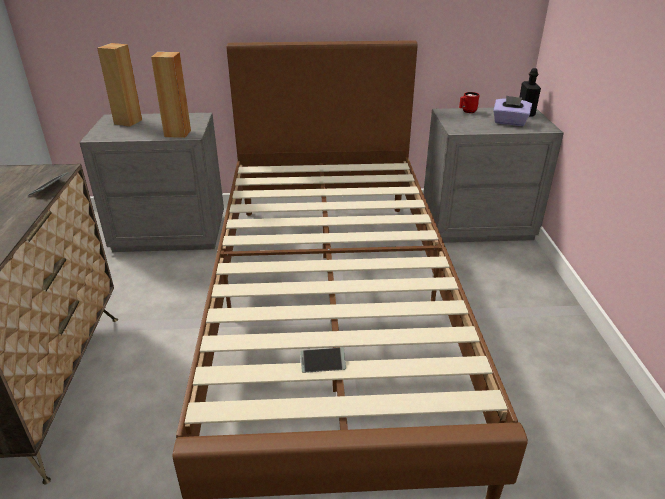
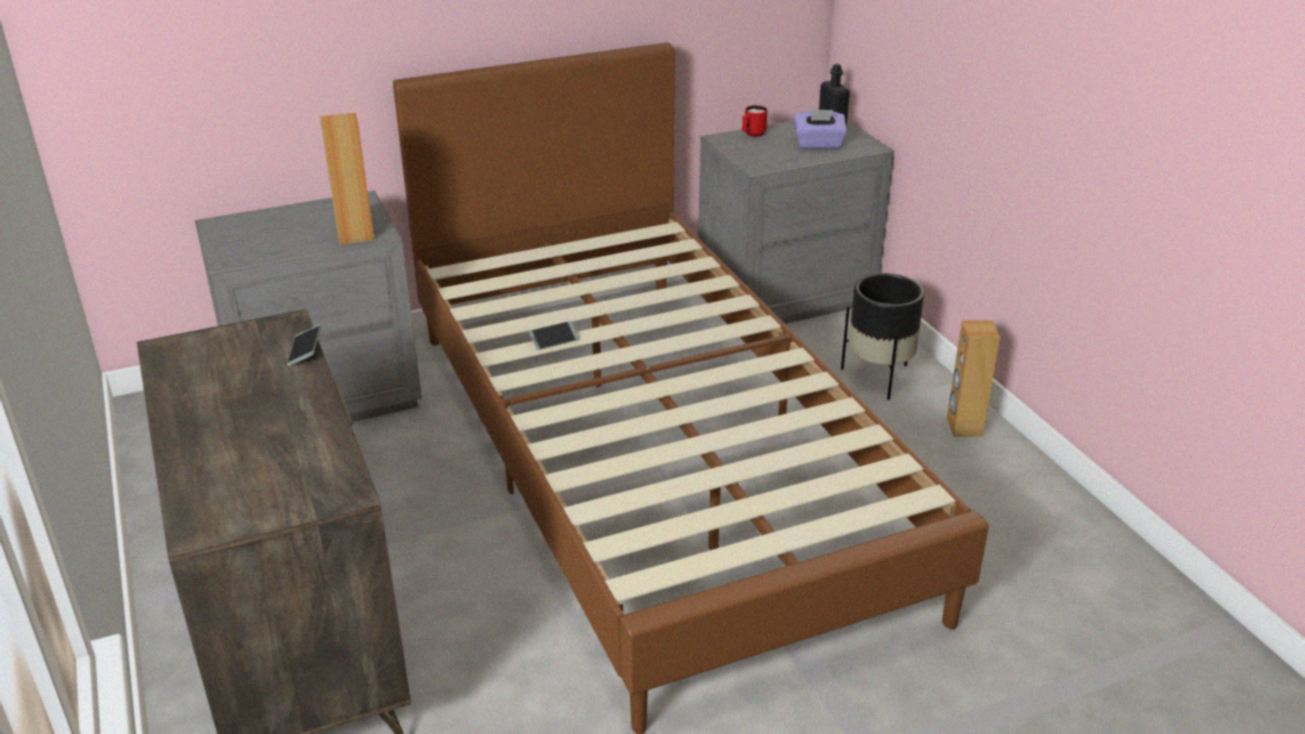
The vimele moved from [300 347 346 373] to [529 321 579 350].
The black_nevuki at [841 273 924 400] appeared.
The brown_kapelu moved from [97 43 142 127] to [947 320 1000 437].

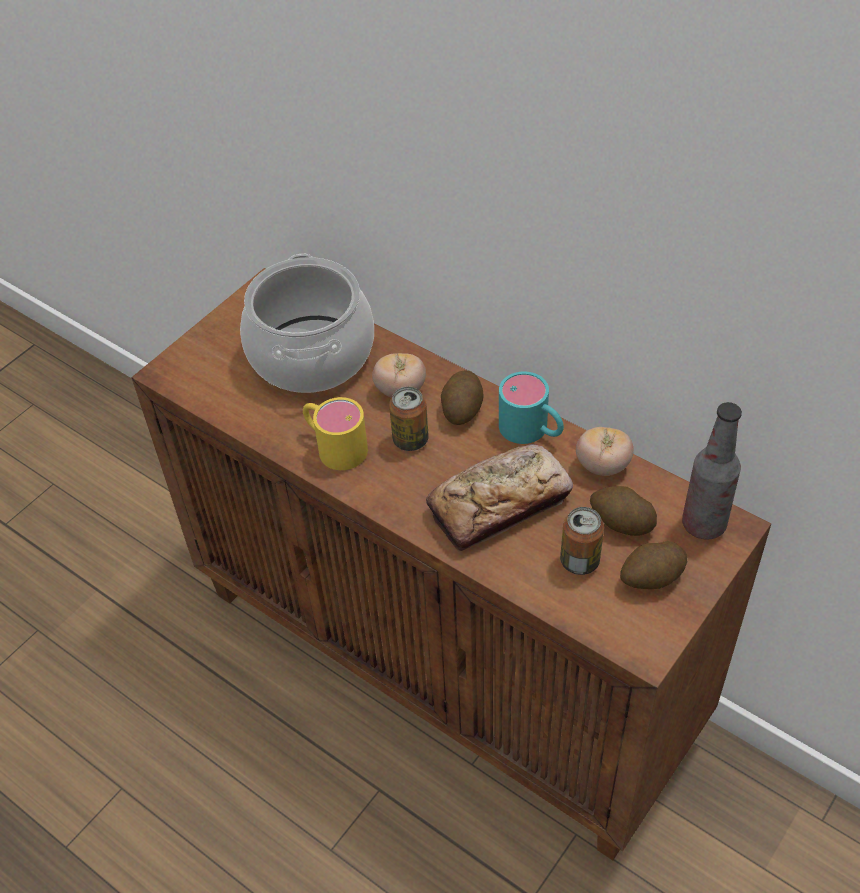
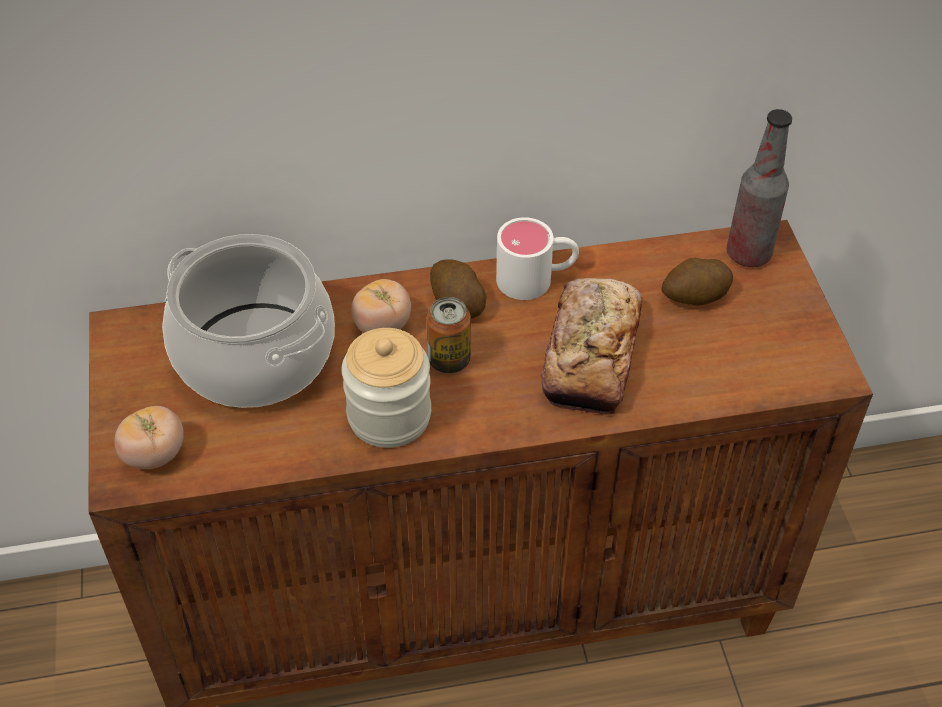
The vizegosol moved from [576 427 634 476] to [115 406 184 469].
The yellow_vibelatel at [303 397 368 470] was replaced by the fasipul at [342 328 431 448].
The turquoise_vibelatel at [499 371 564 444] became the white_vibelatel at [496 217 579 300].
The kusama at [560 507 604 575] disappeared.
The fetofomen at [620 541 687 589] disappeared.

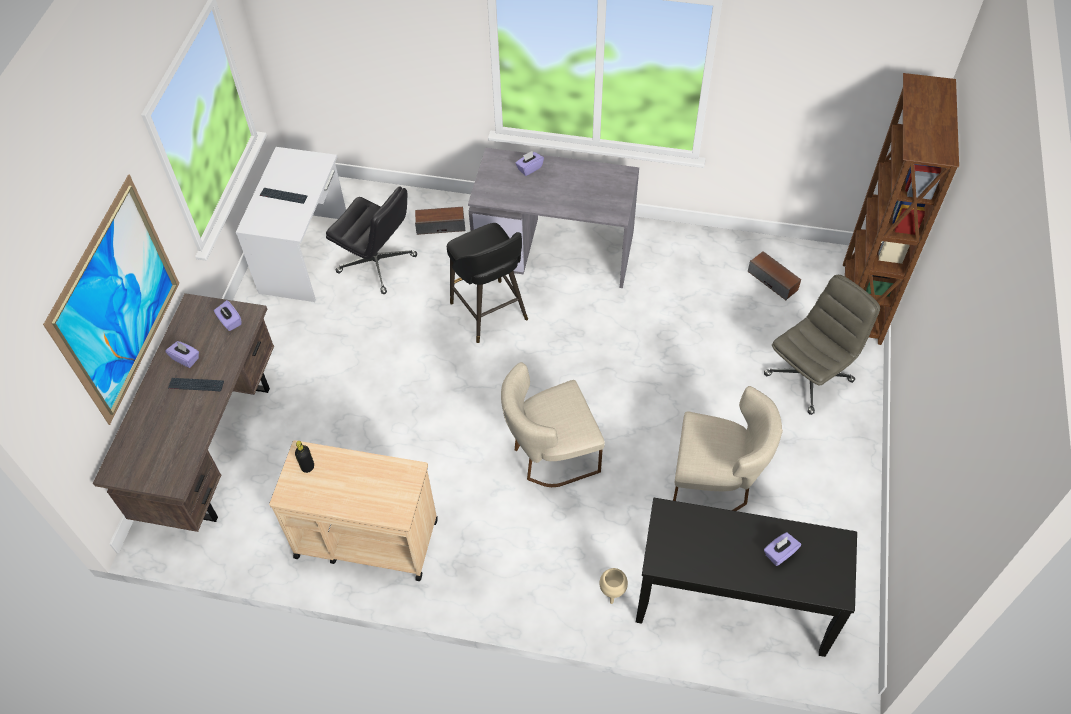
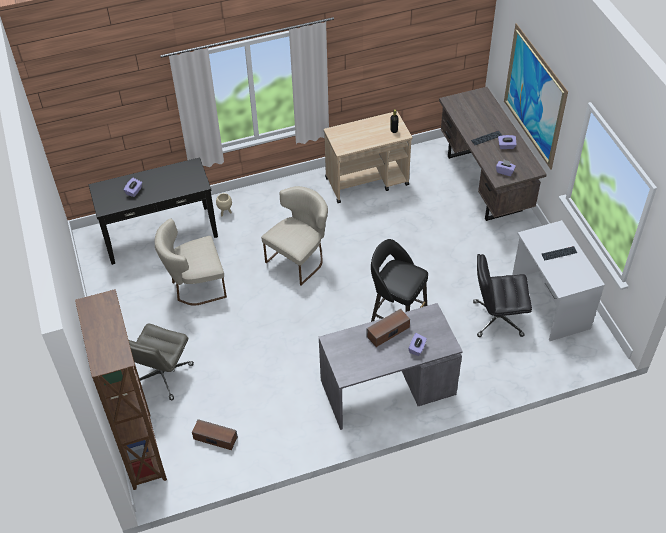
The kapelu moved from [415 207 465 235] to [366 309 410 347].

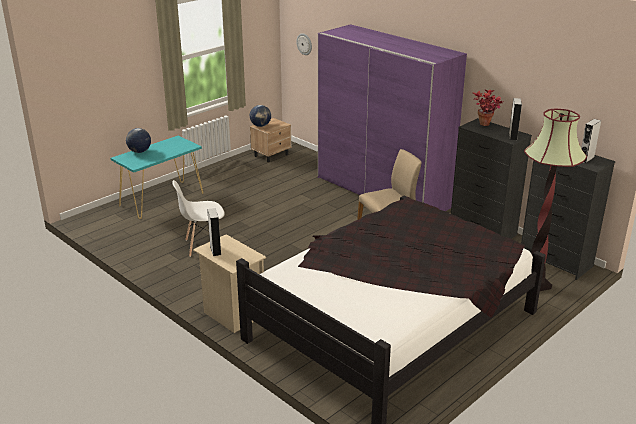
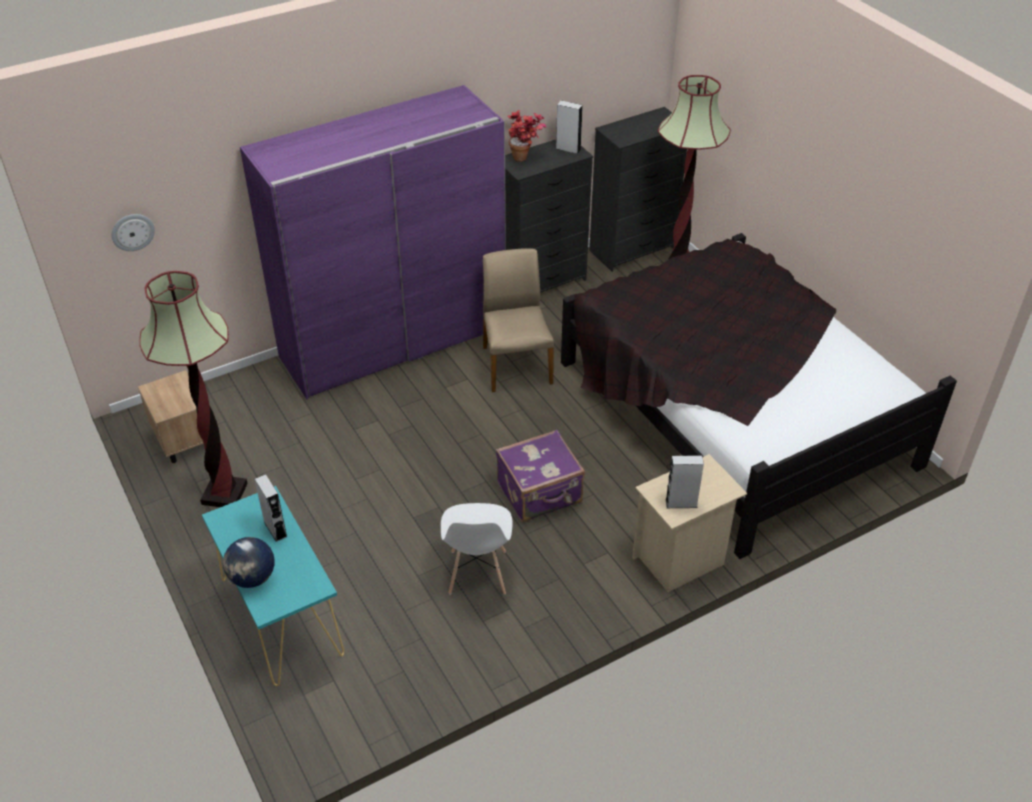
The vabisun at [139 271 248 507] appeared.
The grey_kapelu moved from [581 119 601 163] to [254 474 287 542].
The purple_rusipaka at [496 429 585 522] appeared.
The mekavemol at [250 105 271 127] disappeared.

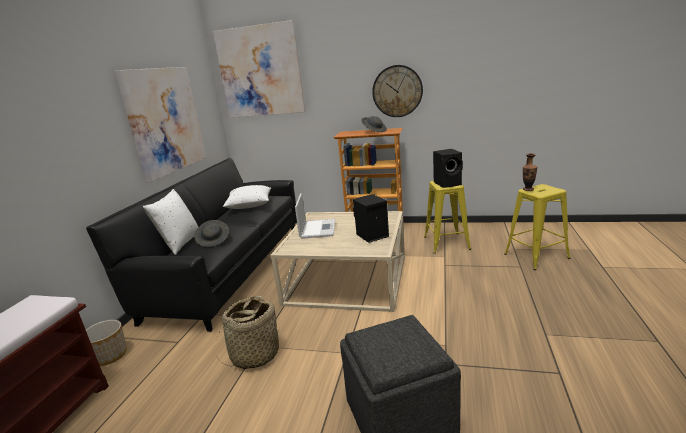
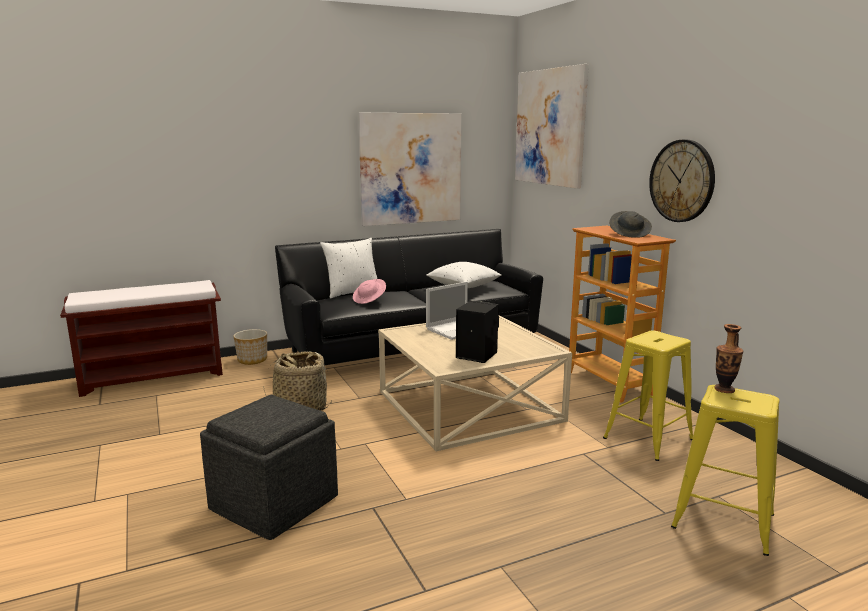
The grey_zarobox at [194 220 229 247] became the pink_zarobox at [353 279 386 304].
The black_kapelu at [433 149 463 188] disappeared.

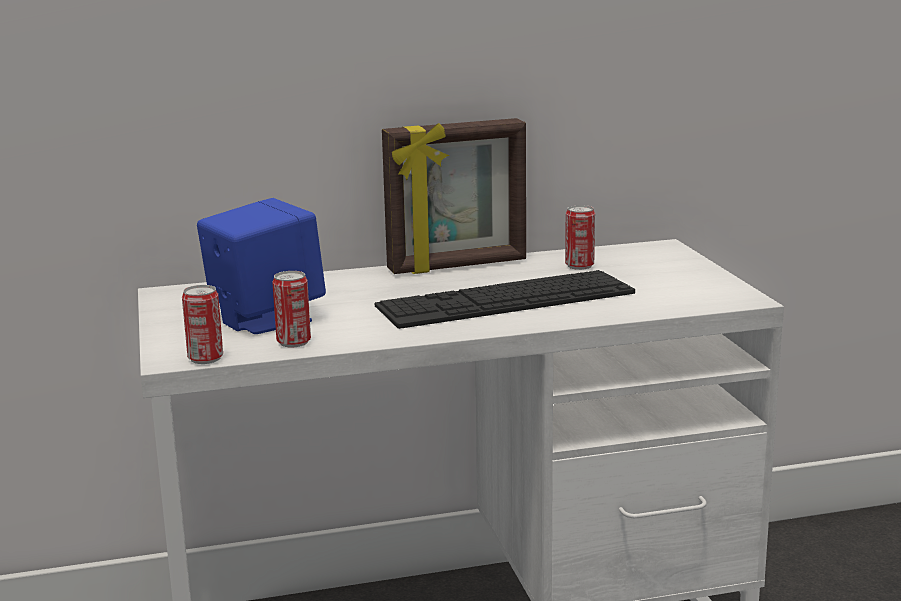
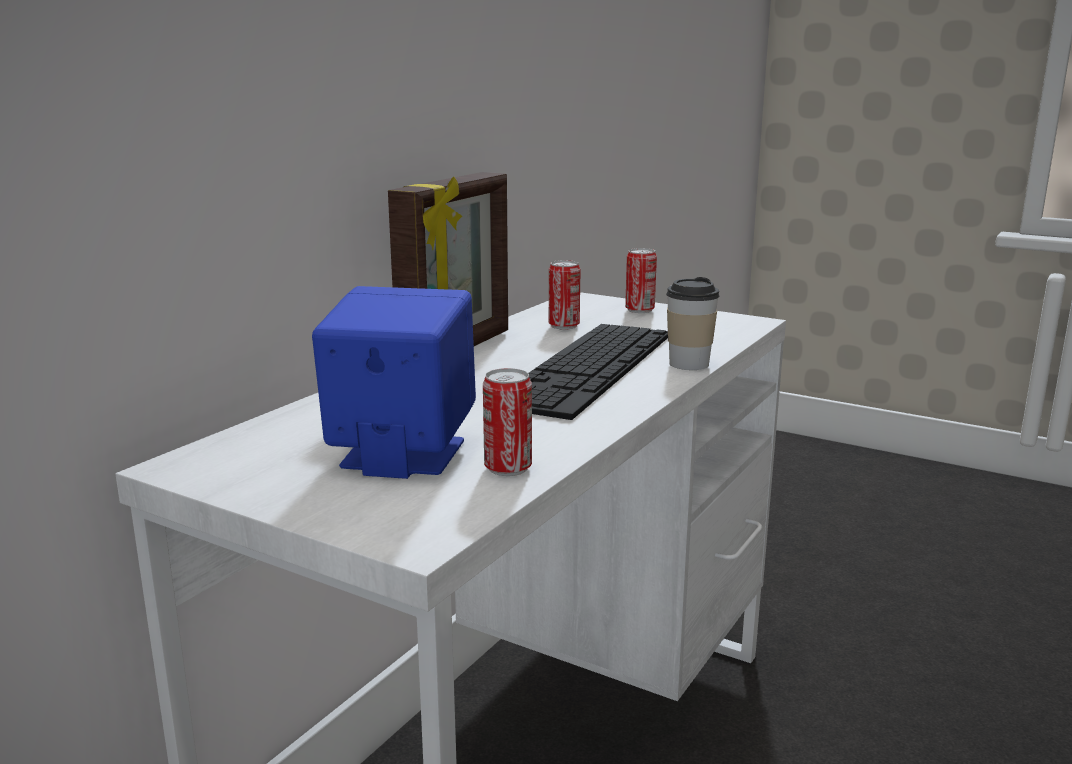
The kusama moved from [182 285 223 364] to [625 248 657 313].
The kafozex at [666 277 719 370] appeared.

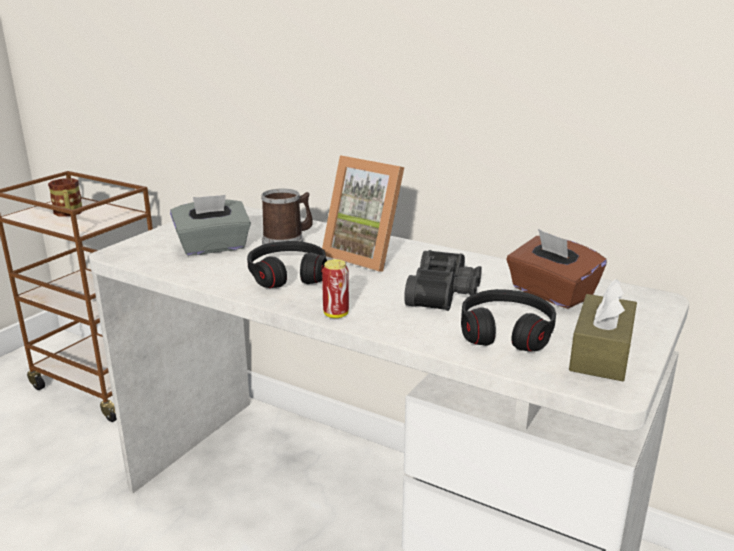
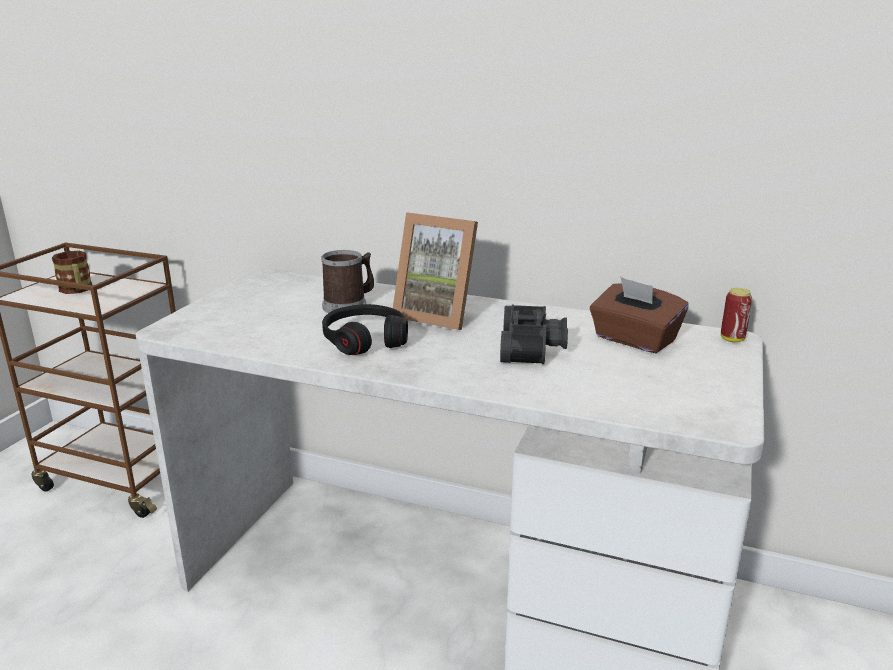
The kusama moved from [322 260 349 318] to [721 288 752 342].
The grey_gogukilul at [170 195 251 256] disappeared.
The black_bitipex at [461 289 556 352] disappeared.
The brown_gogukilul at [569 279 637 381] disappeared.

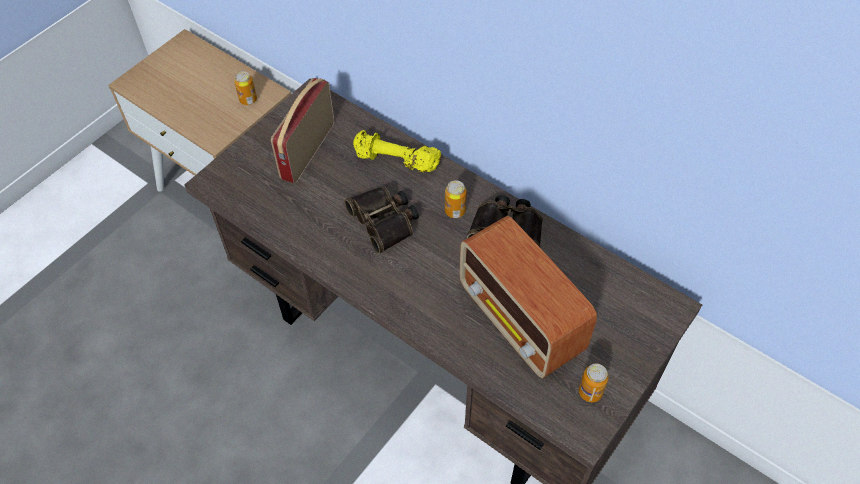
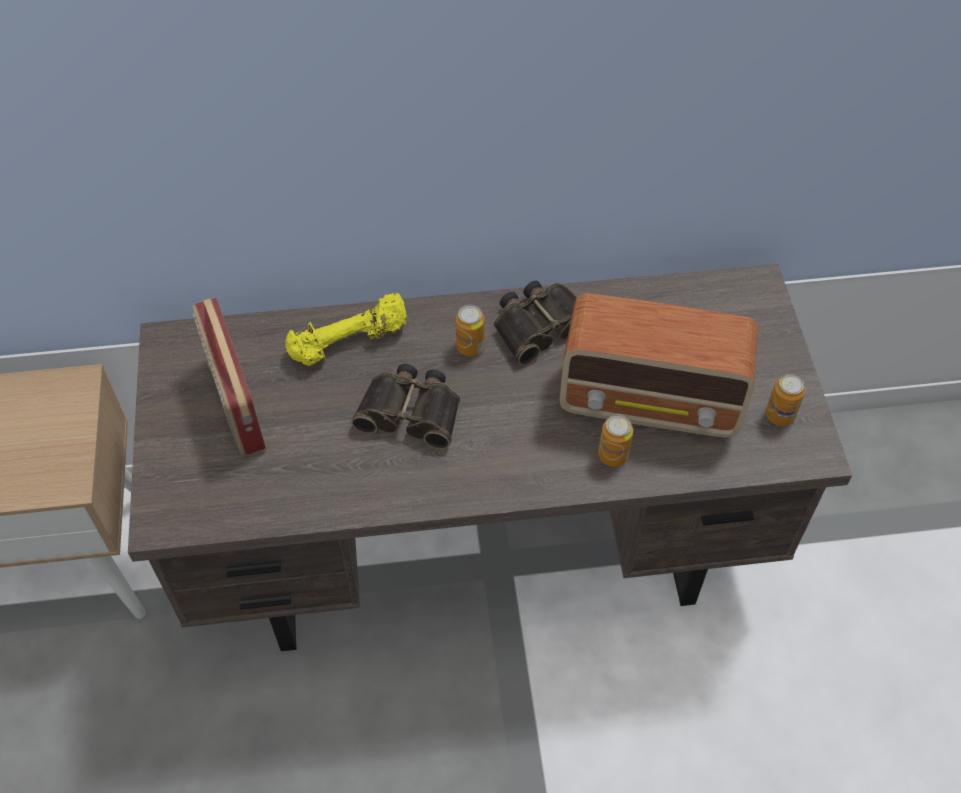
The kusama moved from [234 71 257 105] to [598 415 633 467].

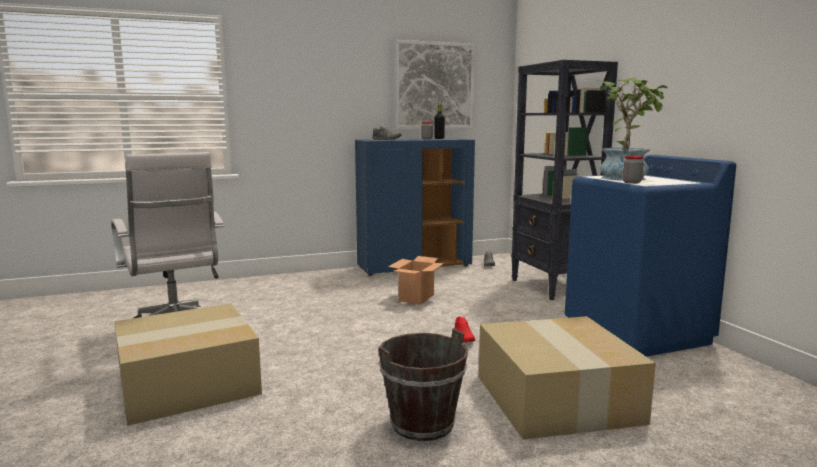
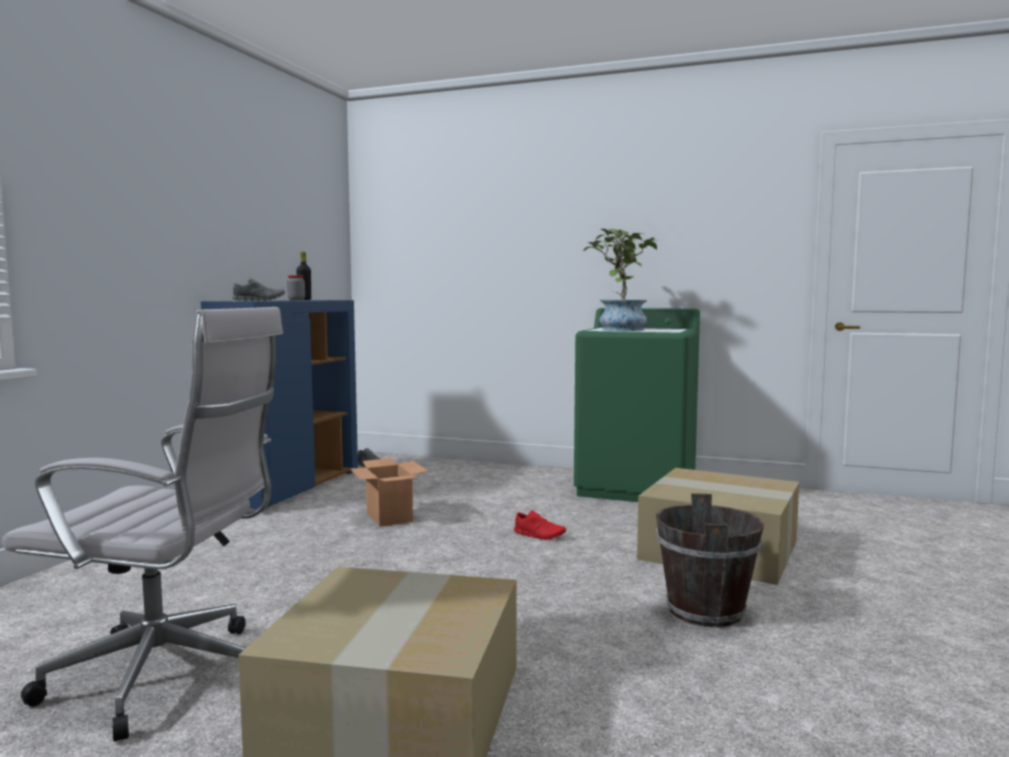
The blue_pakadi at [565 155 736 357] became the green_pakadi at [574 308 700 502].
The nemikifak at [395 40 475 129] disappeared.
The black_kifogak at [511 60 618 300] disappeared.
The fasipul at [623 156 643 184] disappeared.

